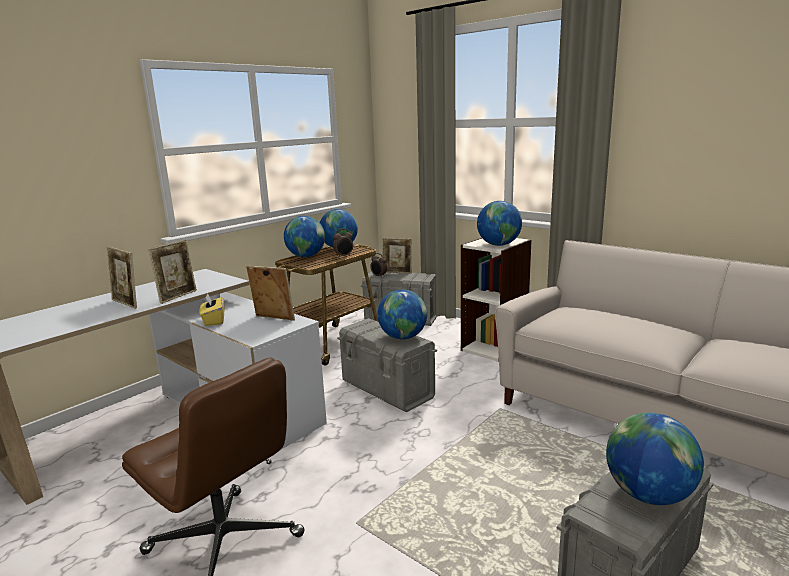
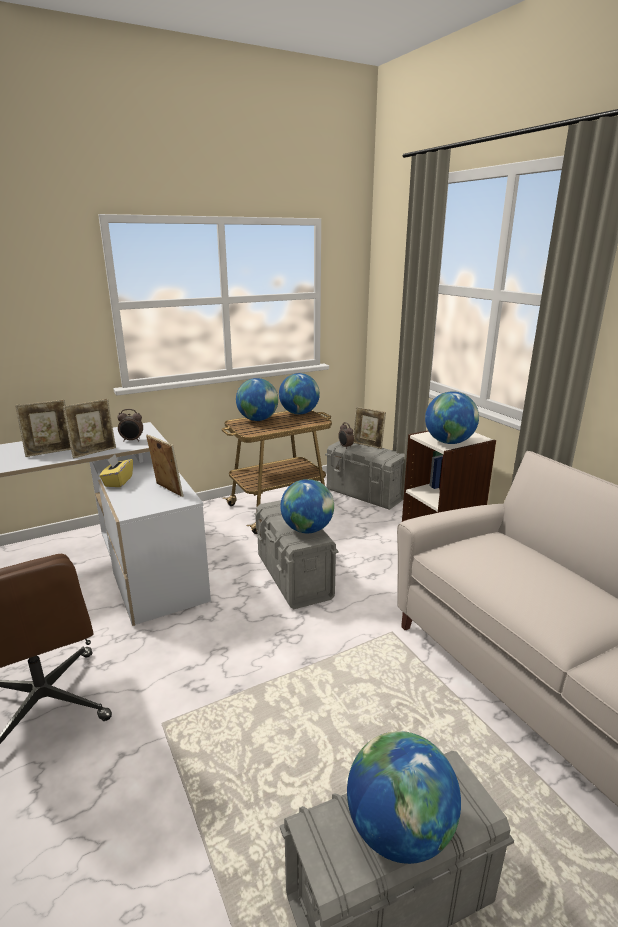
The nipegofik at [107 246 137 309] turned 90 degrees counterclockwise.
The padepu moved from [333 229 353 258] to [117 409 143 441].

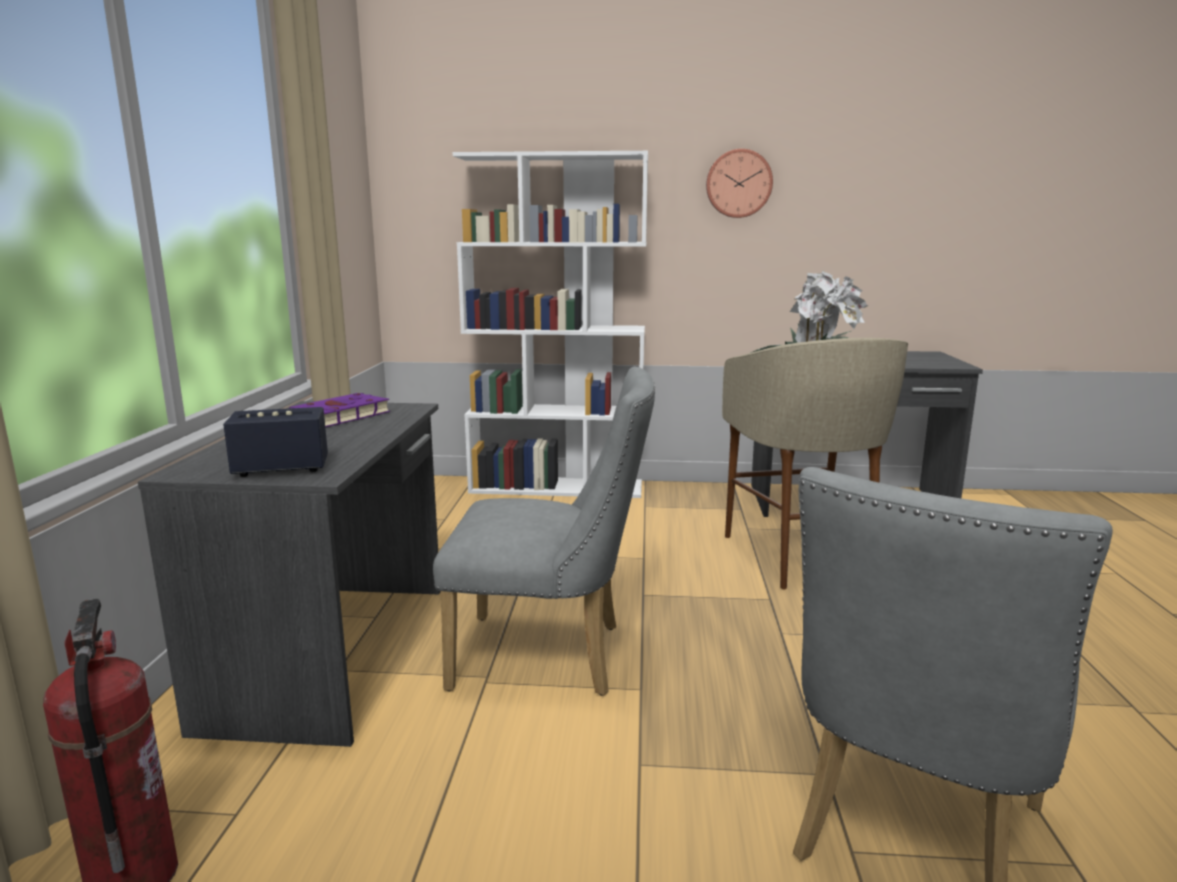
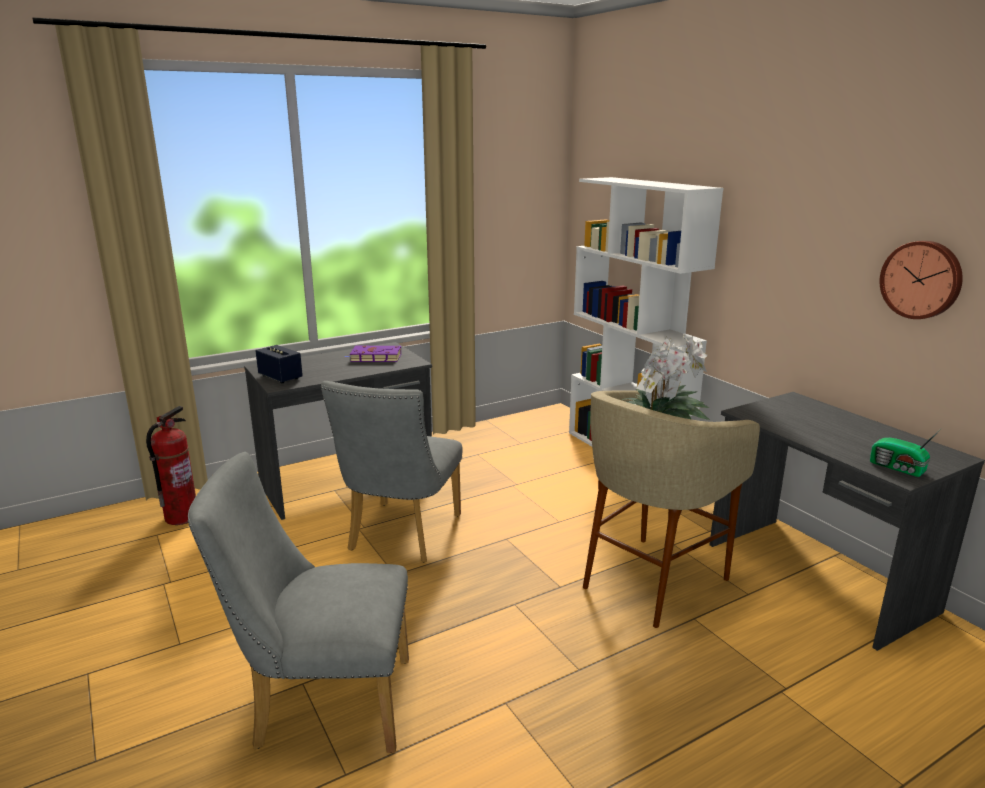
The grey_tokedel at [433 367 655 696] turned 45 degrees clockwise.
The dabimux at [870 429 941 477] appeared.
The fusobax moved from [706 149 773 218] to [880 241 963 319].

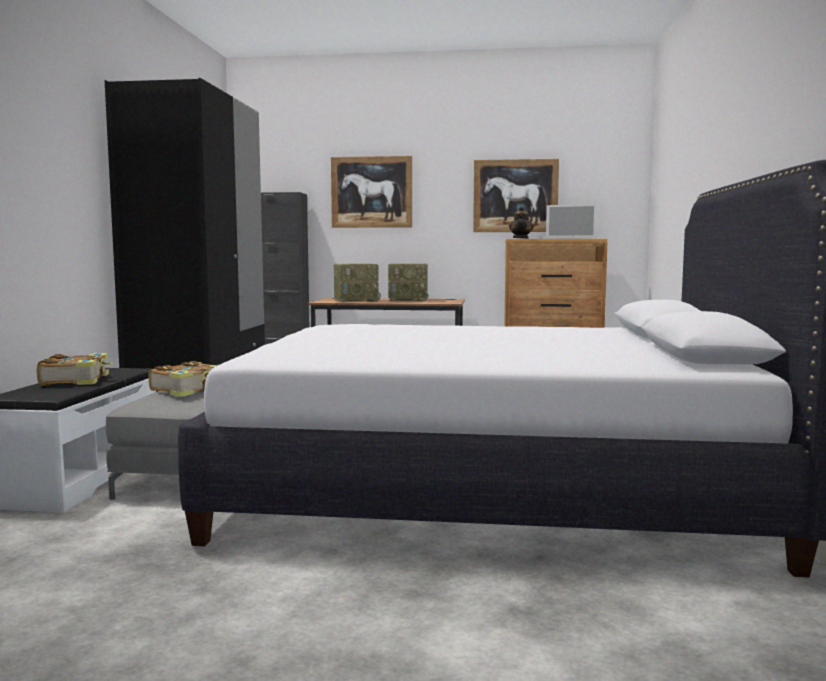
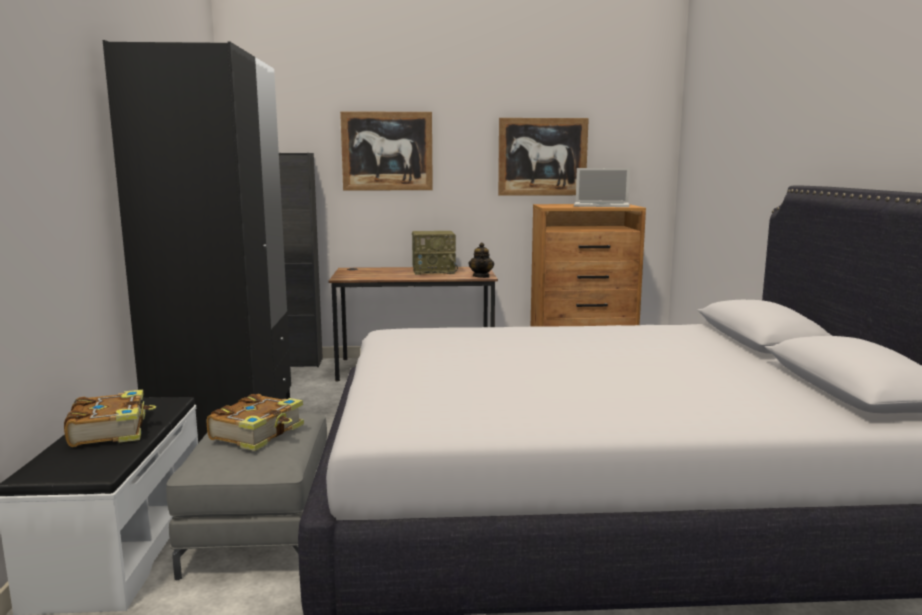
The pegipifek moved from [509 206 533 239] to [469 243 494 278].
The dabimux at [334 264 381 303] disappeared.

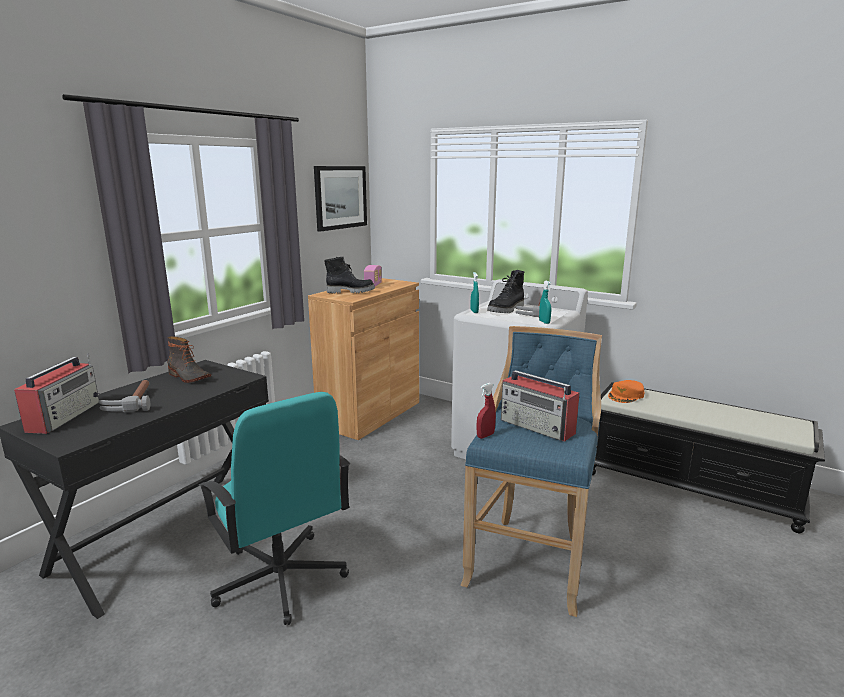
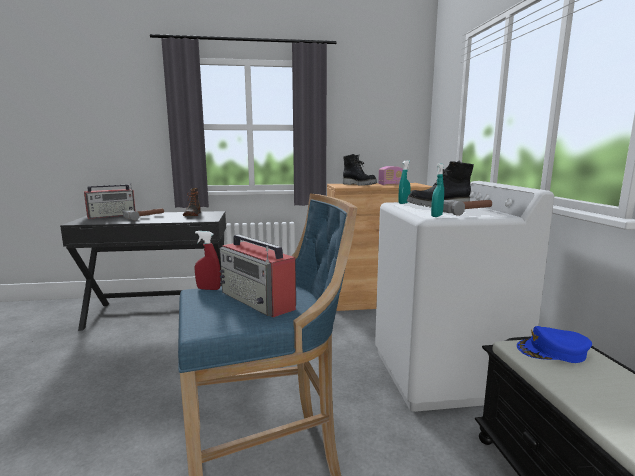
The dabimux at [501 370 580 442] turned 45 degrees counterclockwise.
The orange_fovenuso at [608 380 645 403] became the blue_fovenuso at [517 326 592 363].
The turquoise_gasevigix at [198 392 350 625] disappeared.
The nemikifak at [314 166 367 232] disappeared.

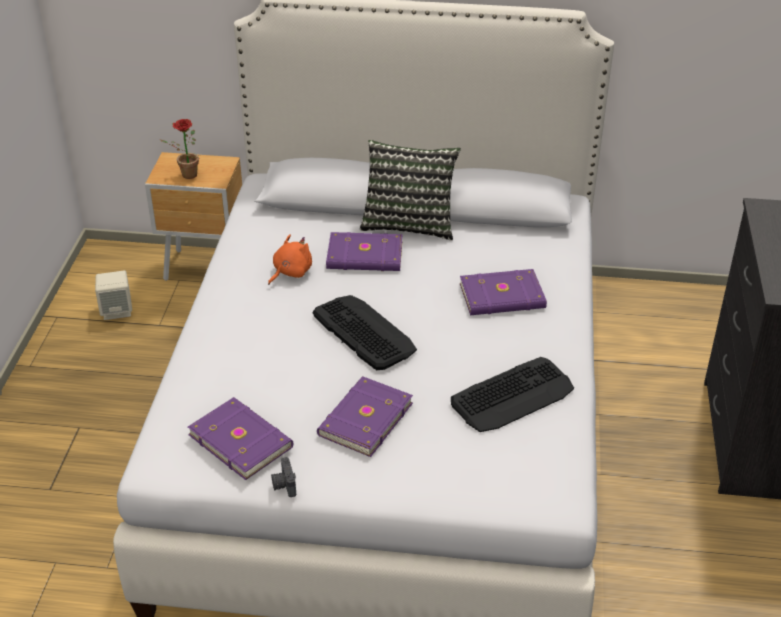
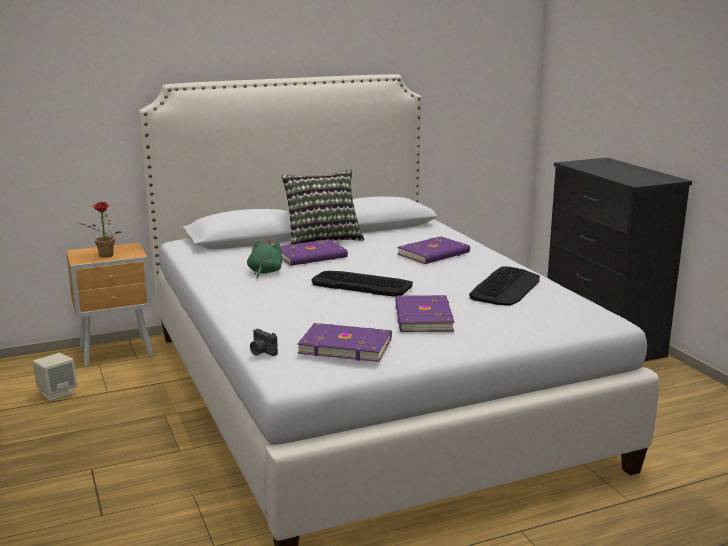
The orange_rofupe at [268 234 312 285] became the green_rofupe at [247 240 282 279].
The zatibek moved from [271 457 296 497] to [250 329 278 356].

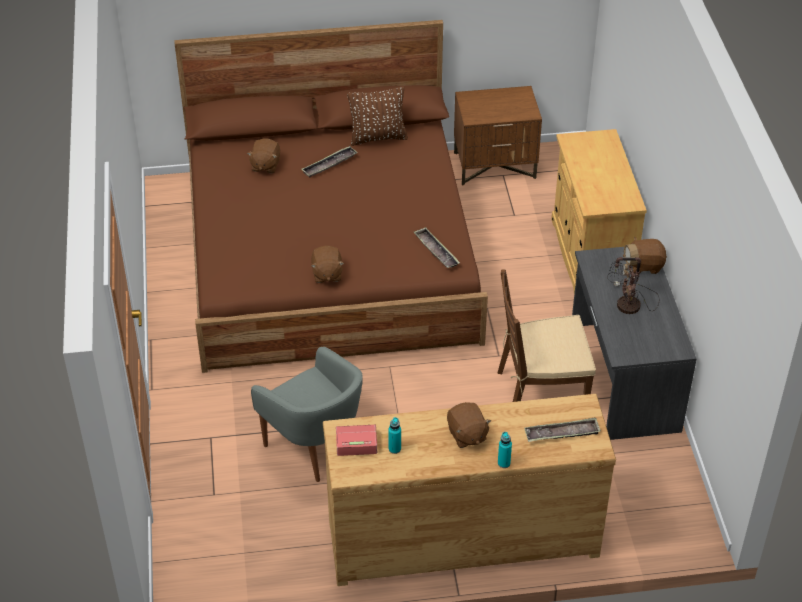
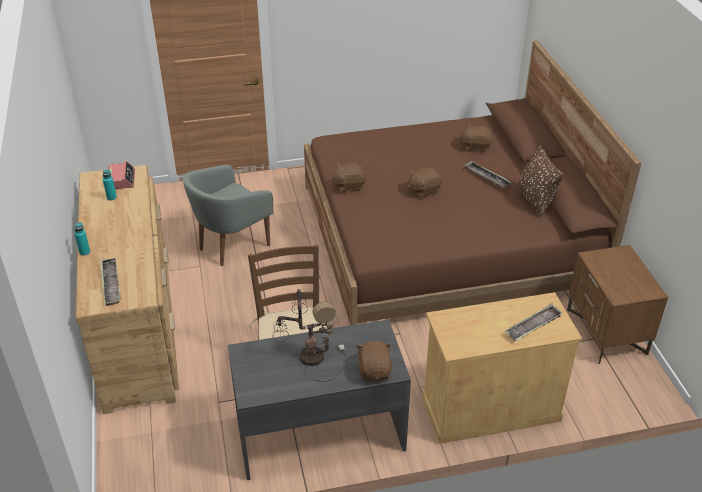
The brown_rofupe moved from [447 402 491 448] to [408 167 442 198].
The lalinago moved from [414 227 460 268] to [505 303 563 341].

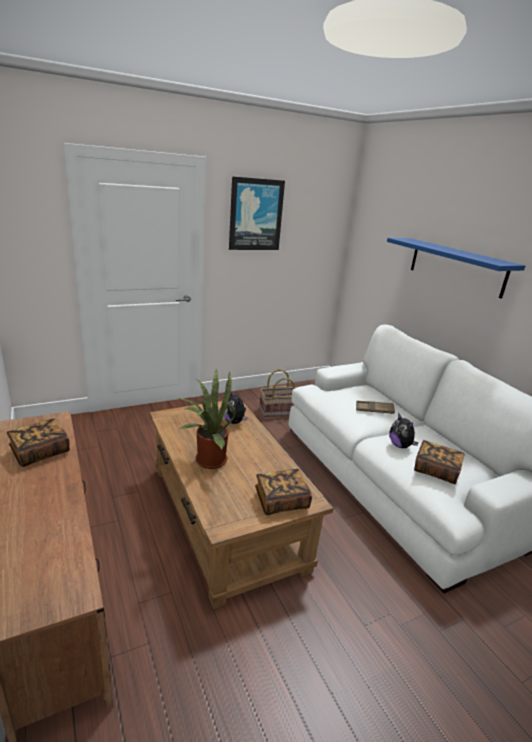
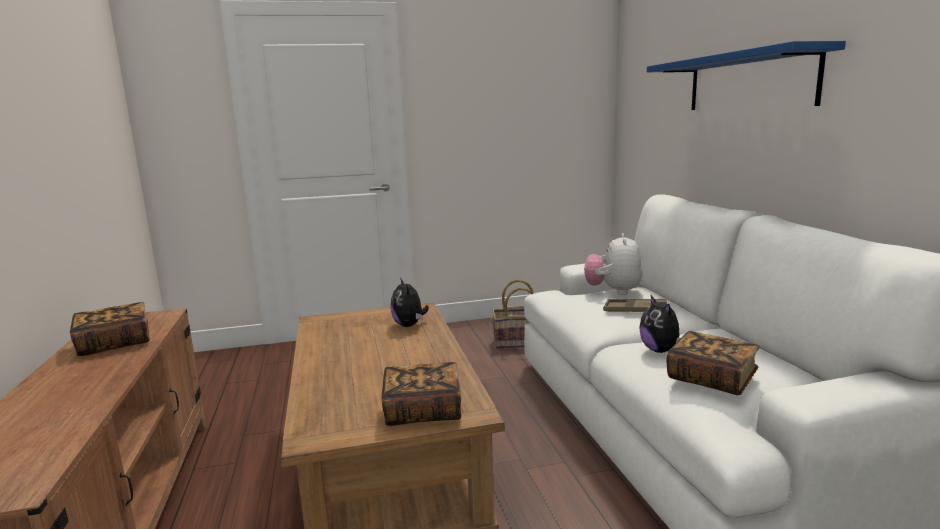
The rofupe at [584 233 642 295] appeared.
The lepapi at [178 369 235 469] disappeared.
The nemikifak at [229 176 285 250] disappeared.

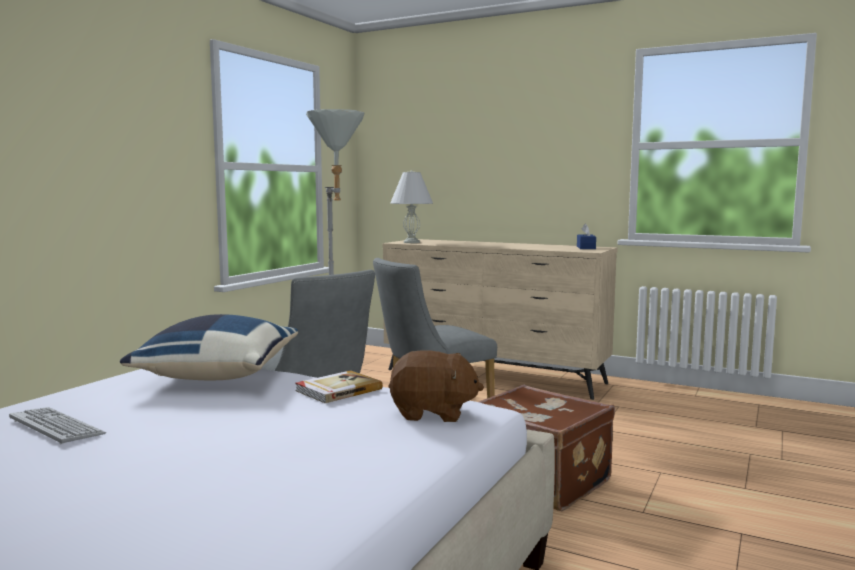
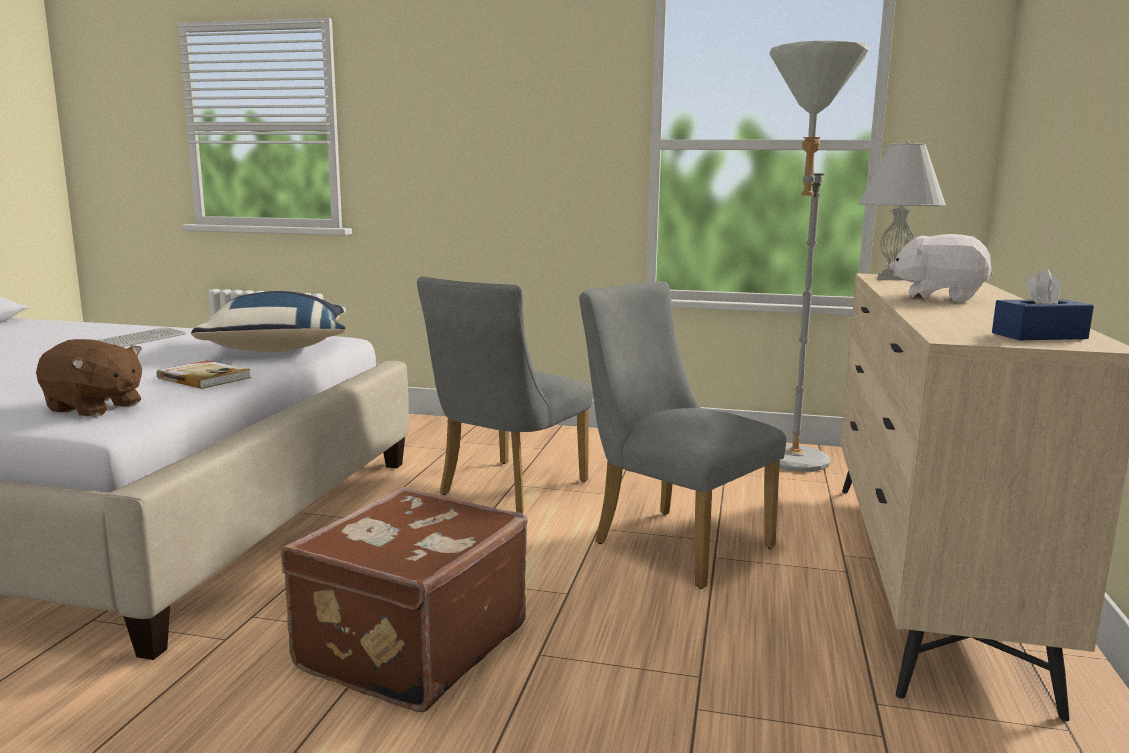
The brown_rofupe at [388 350 484 422] turned 60 degrees counterclockwise.
The white_rofupe at [889 234 993 302] appeared.

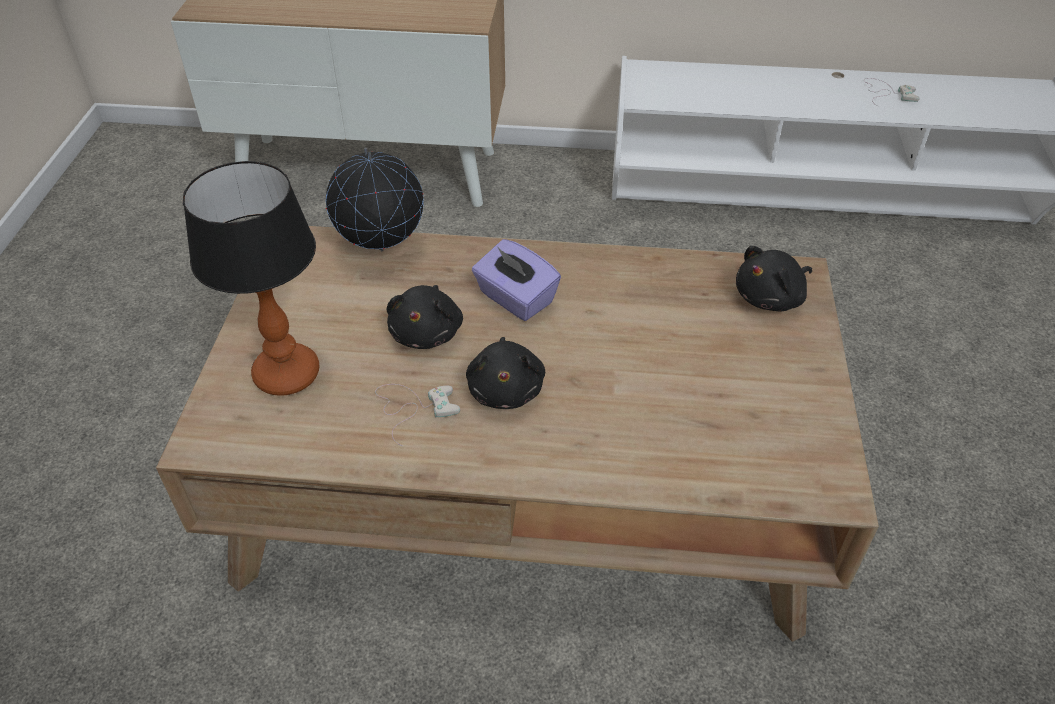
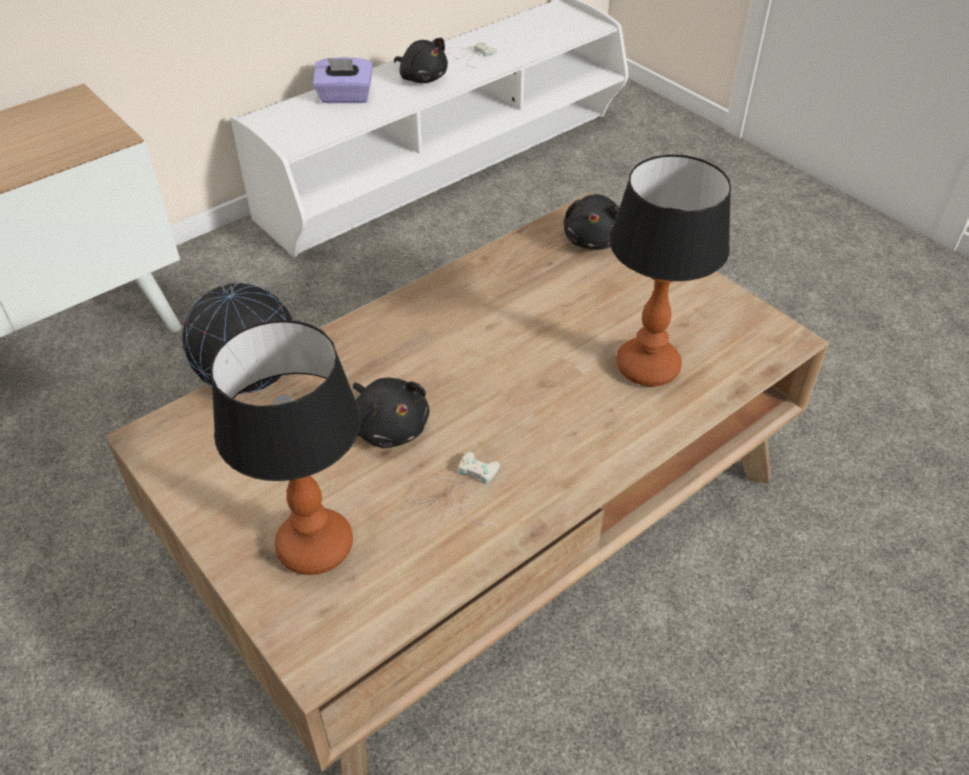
The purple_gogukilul moved from [472 239 561 321] to [313 57 373 103].
The black_rofupe moved from [466 337 545 409] to [394 38 448 83].
The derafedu at [610 154 731 386] appeared.

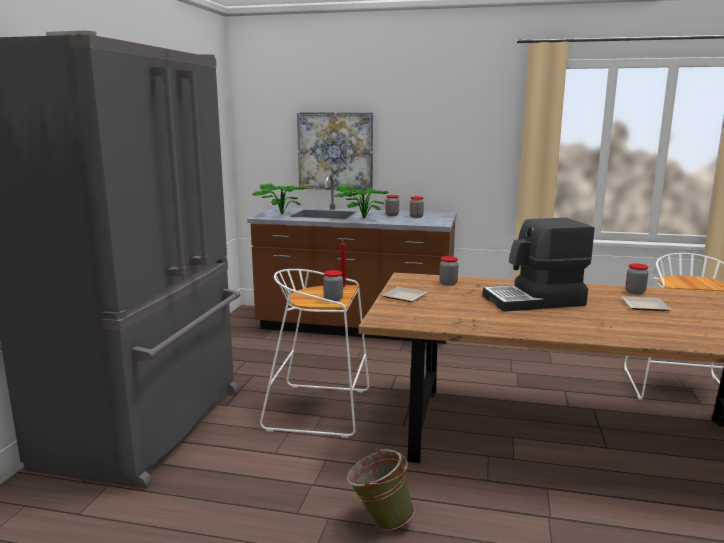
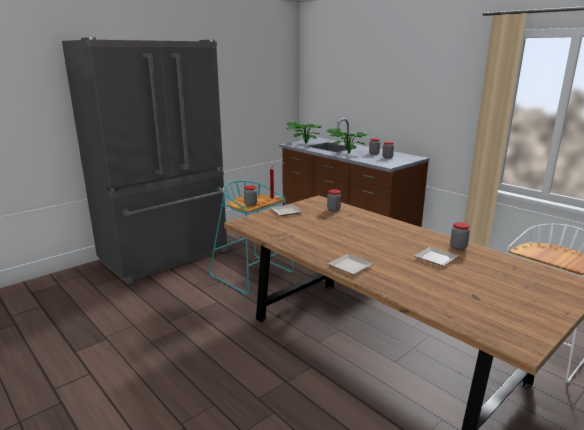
The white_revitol at [260 269 369 438] became the turquoise_revitol at [210 180 294 295].
The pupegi at [327 254 374 275] appeared.
The nemikifak at [297 112 373 190] disappeared.
The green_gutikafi at [347 447 415 531] disappeared.
The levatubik at [483 218 594 312] disappeared.

